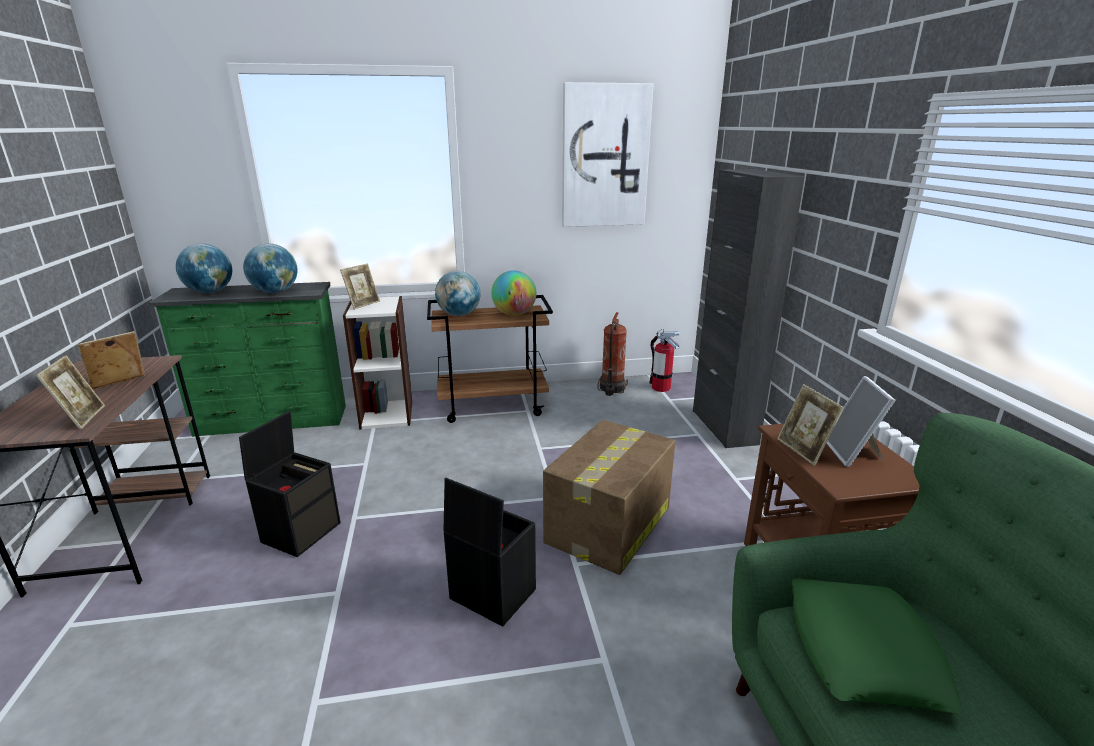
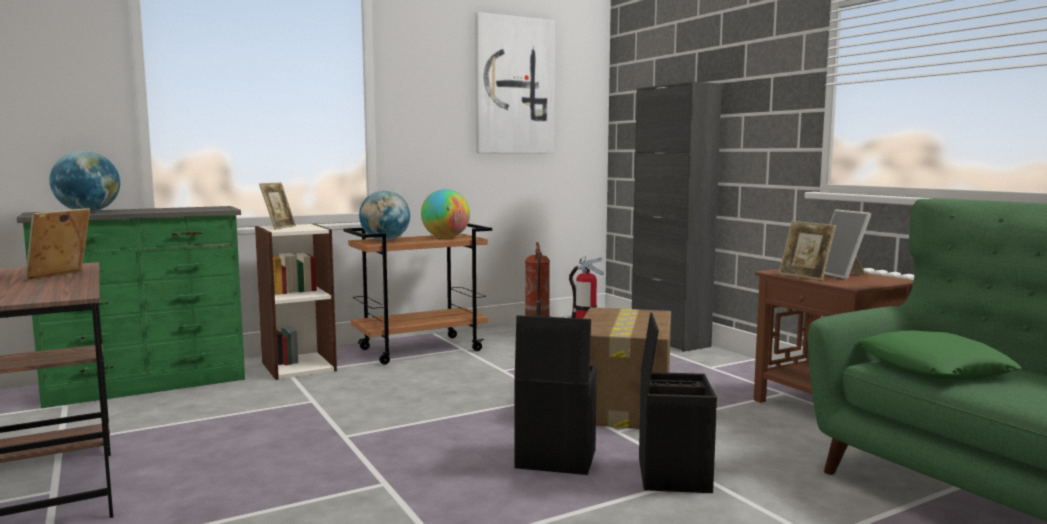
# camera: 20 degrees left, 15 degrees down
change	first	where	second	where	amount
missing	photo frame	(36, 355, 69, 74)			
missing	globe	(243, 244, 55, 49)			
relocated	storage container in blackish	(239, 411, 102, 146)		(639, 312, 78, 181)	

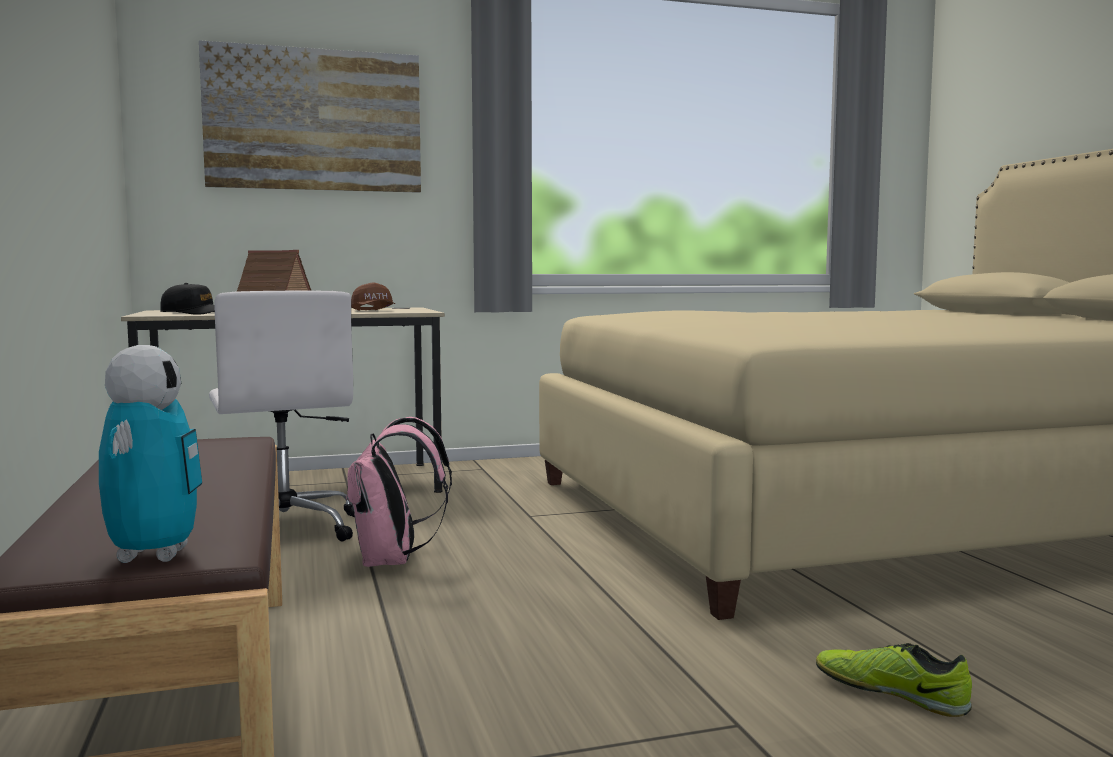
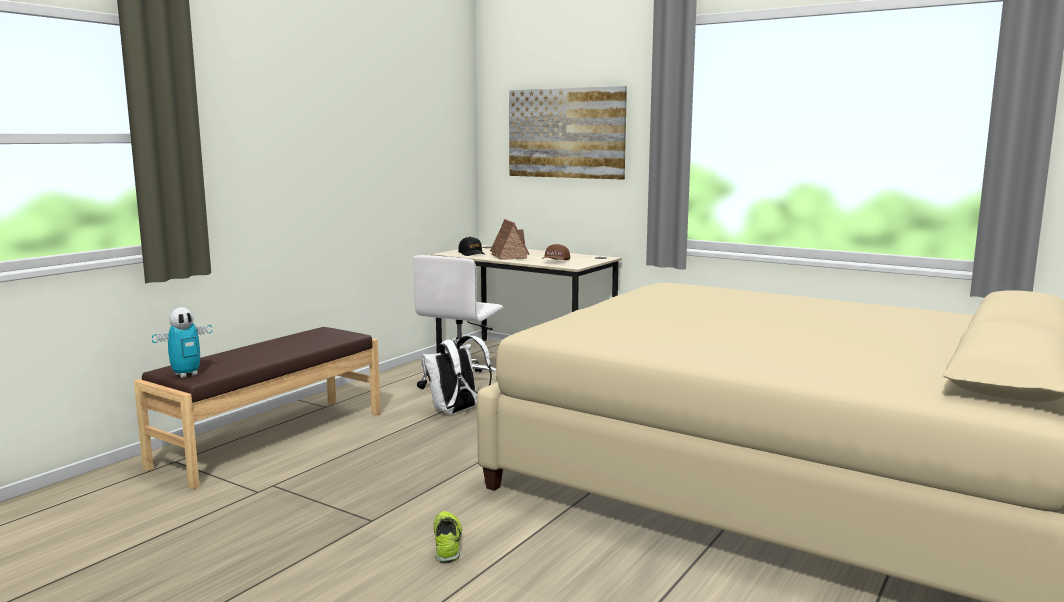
# camera: 50 degrees right, 5 degrees up
change	first	where	second	where	amount
colour	knapsack in pink-coloured	(346, 417, 106, 150)	knapsack in whitish	(421, 336, 71, 78)	

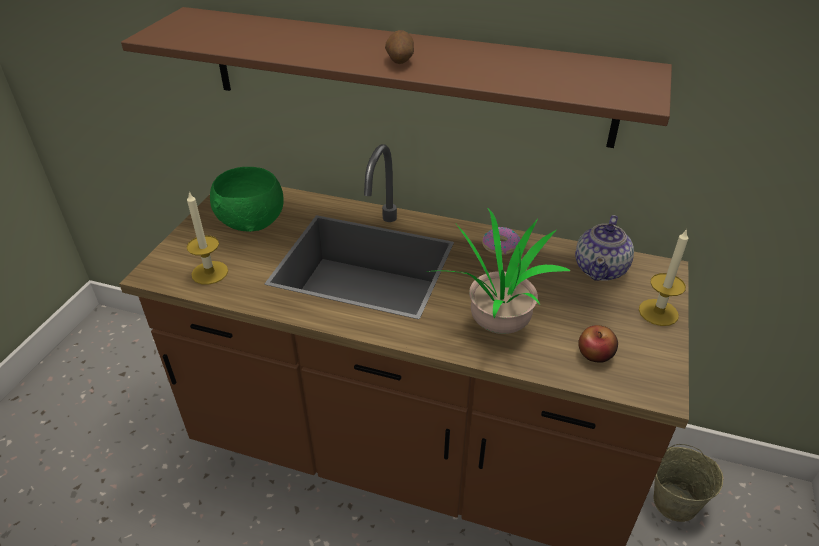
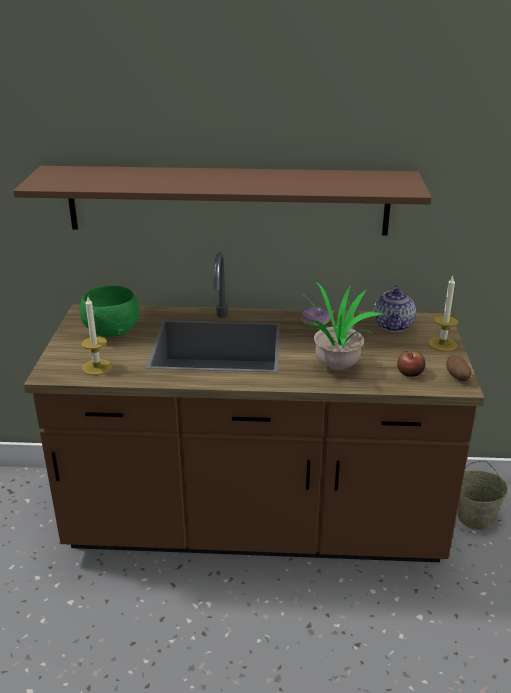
# camera: 15 degrees left, 10 degrees down
change	first	where	second	where	amount
relocated	spud	(385, 30, 29, 34)		(446, 356, 25, 25)	

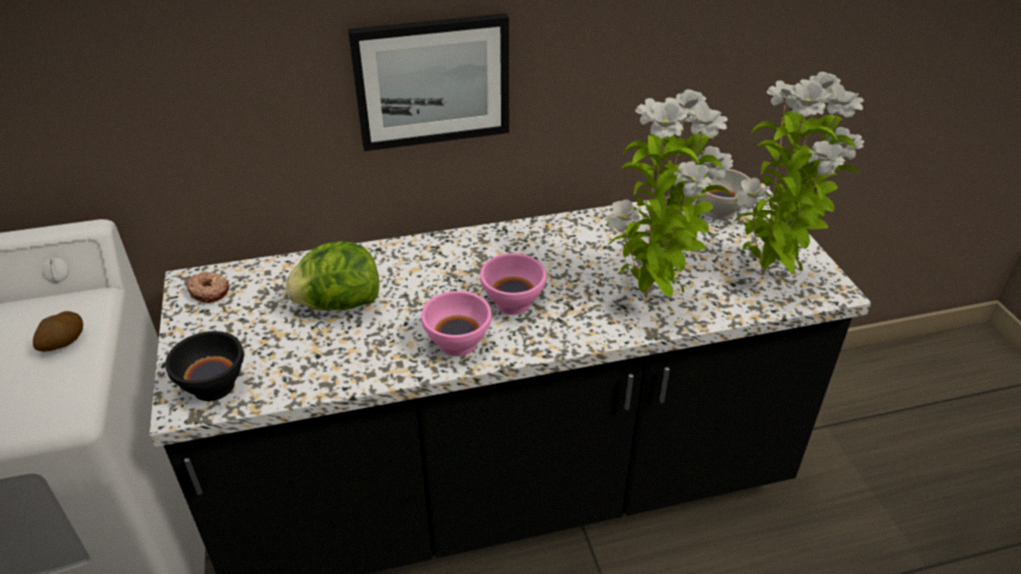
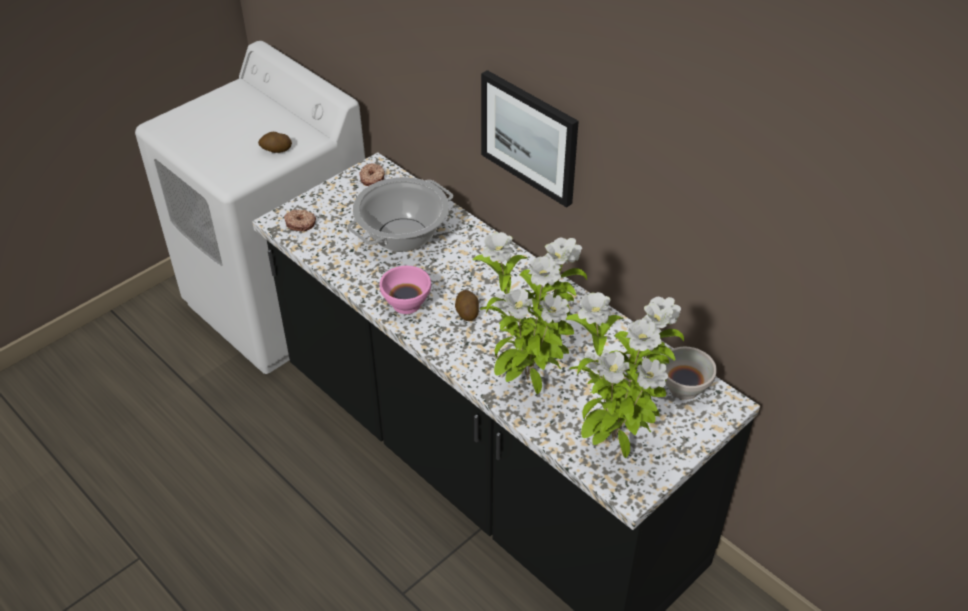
# camera: 60 degrees right, 5 degrees up
change	first	where	second	where	amount
exchanged	bowl in blackish	(165, 331, 79, 70)	ring doughnut	(284, 210, 32, 21)	
exchanged	head of lettuce	(286, 241, 93, 69)	stockpot	(347, 177, 106, 75)	
exchanged	bowl in pink-coloured	(480, 253, 66, 62)	spud	(455, 290, 24, 31)	

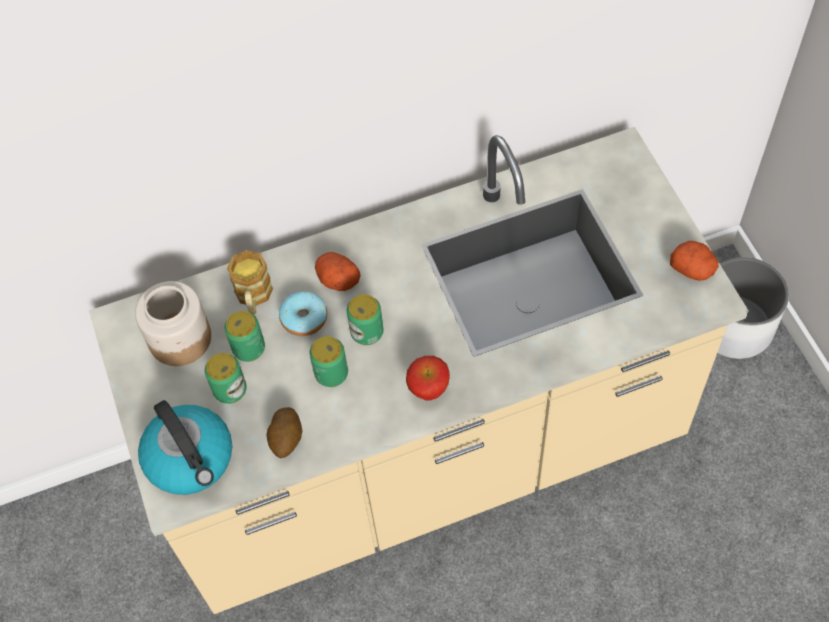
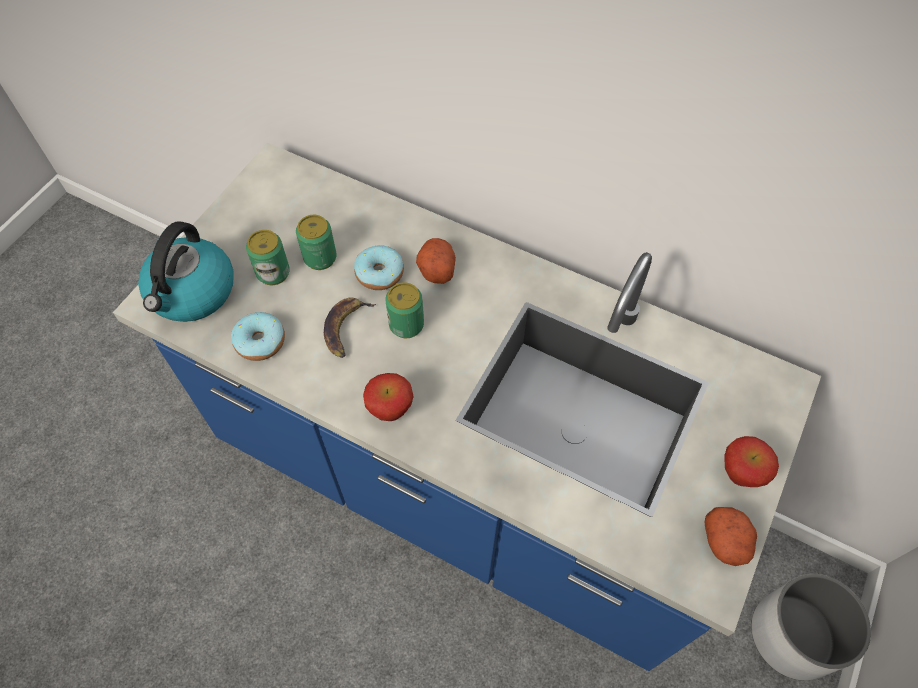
# camera: 45 degrees right, 0 degrees up
change	first	where	second	where	amount
missing	preserve jar	(135, 281, 76, 85)			
missing	mug	(227, 250, 46, 65)			
appeared			apple	(724, 436, 55, 51)	
exchanged	spud	(267, 407, 35, 51)	ring doughnut	(231, 312, 54, 49)	
exchanged	can	(310, 336, 38, 51)	banana fruit	(324, 297, 52, 61)	
colour	kitchen base unit in beige	(89, 127, 660, 487)	kitchen base unit in bluish	(113, 143, 708, 528)	

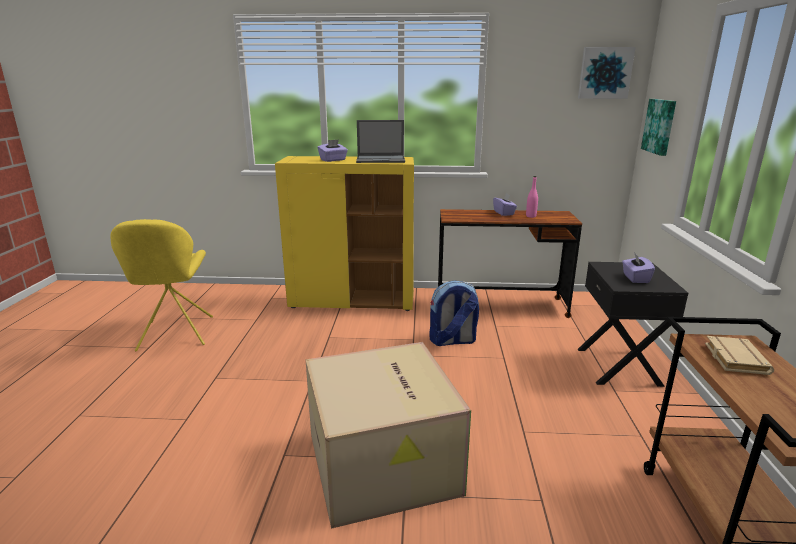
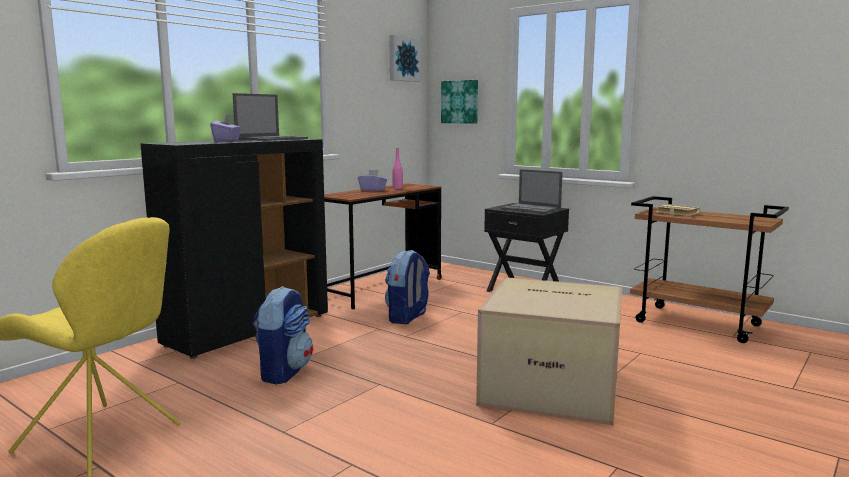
# camera: 55 degrees left, 10 degrees down
change	first	where	second	where	amount
appeared			knapsack	(252, 286, 61, 98)	
exchanged	tissue box in purple-coloured	(622, 252, 33, 31)	laptop	(501, 169, 62, 45)	
colour	cupboard in yellowish	(275, 156, 139, 155)	cupboard in blackish	(141, 139, 187, 220)	

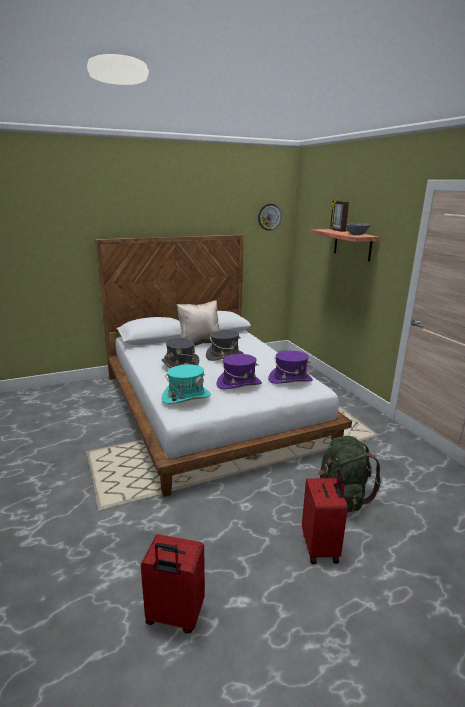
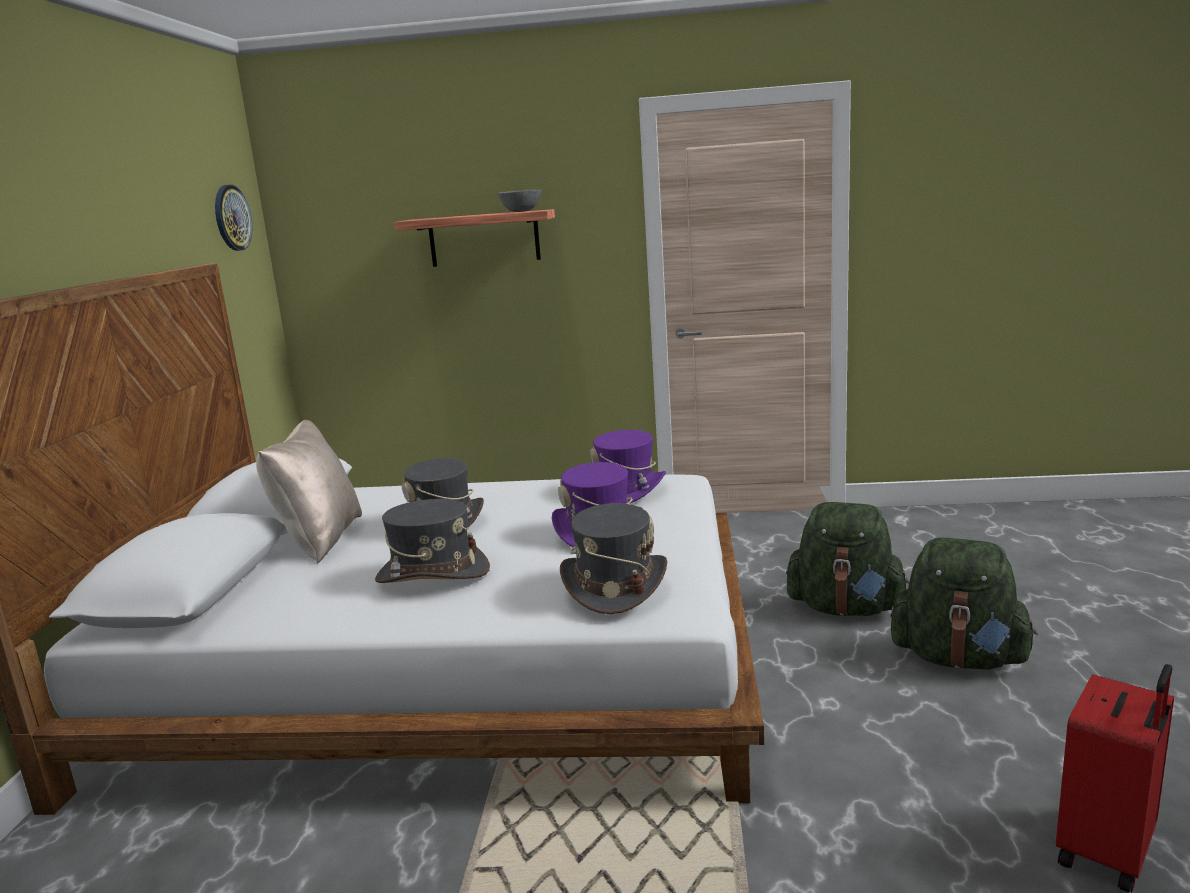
# camera: 60 degrees left, 5 degrees down
change	first	where	second	where	amount
missing	photo frame	(330, 200, 19, 32)			
exchanged	suitcase in red-coloured	(302, 469, 46, 95)	knapsack in green	(890, 538, 148, 132)	
colour	wearable hat in turquoise	(162, 364, 49, 40)	wearable hat in greyish	(560, 503, 107, 111)	

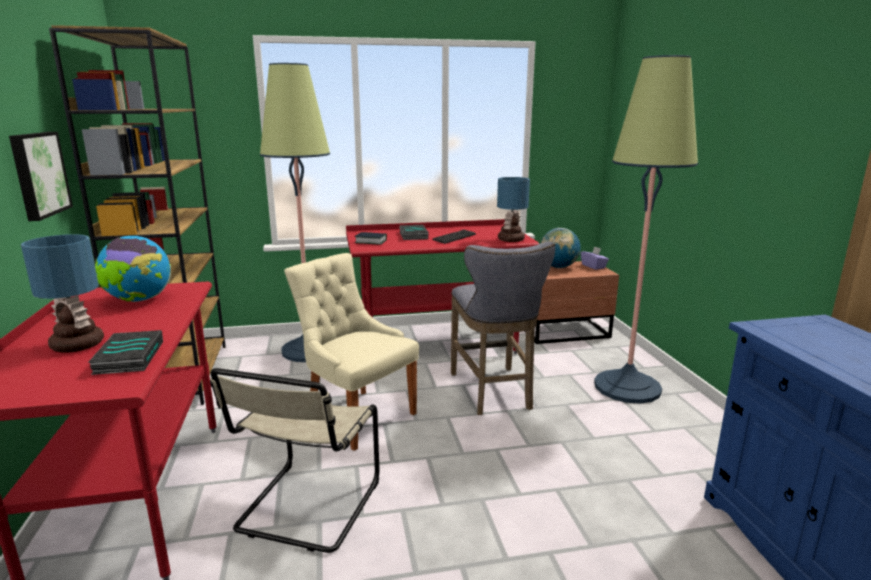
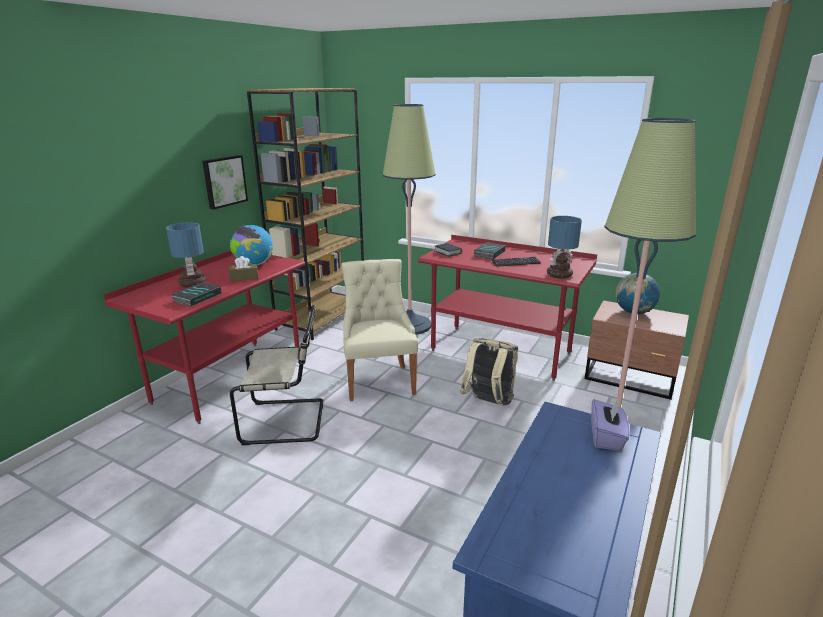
# camera: 40 degrees right, 5 degrees up
change	first	where	second	where	amount
appeared			tissue box in brown-coloured	(229, 256, 29, 25)	
relocated	tissue box in purple-coloured	(581, 246, 28, 24)		(591, 399, 39, 52)	
exchanged	sitting stool in greyish	(451, 241, 104, 174)	knapsack in beige	(460, 338, 58, 68)	
spun	chair in beige	(210, 368, 169, 185)		(230, 305, 93, 140)	150 degrees counterclockwise

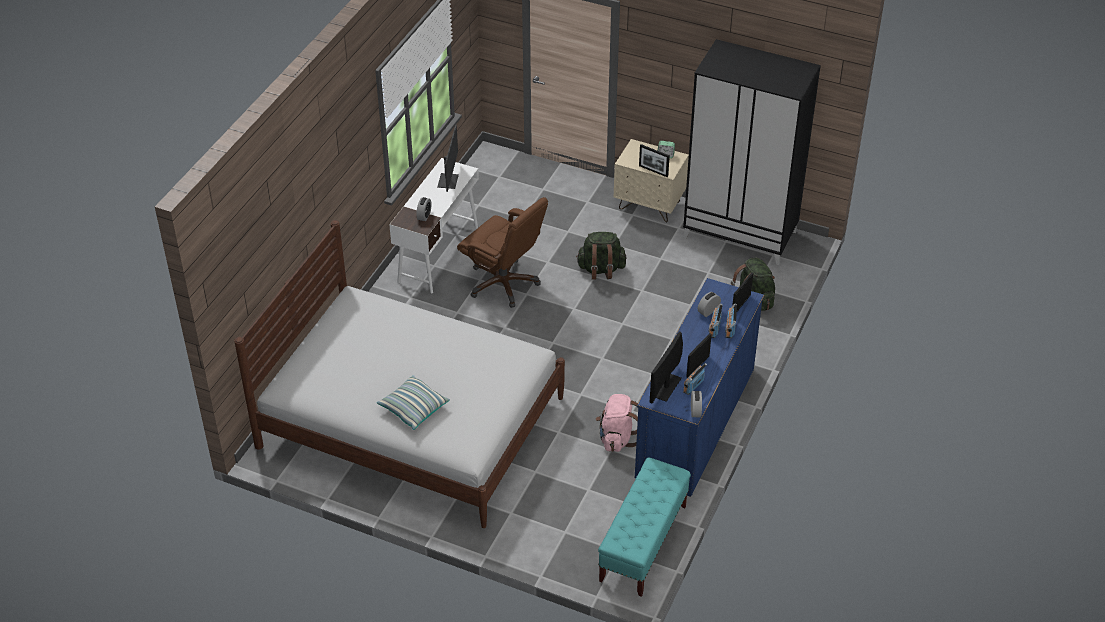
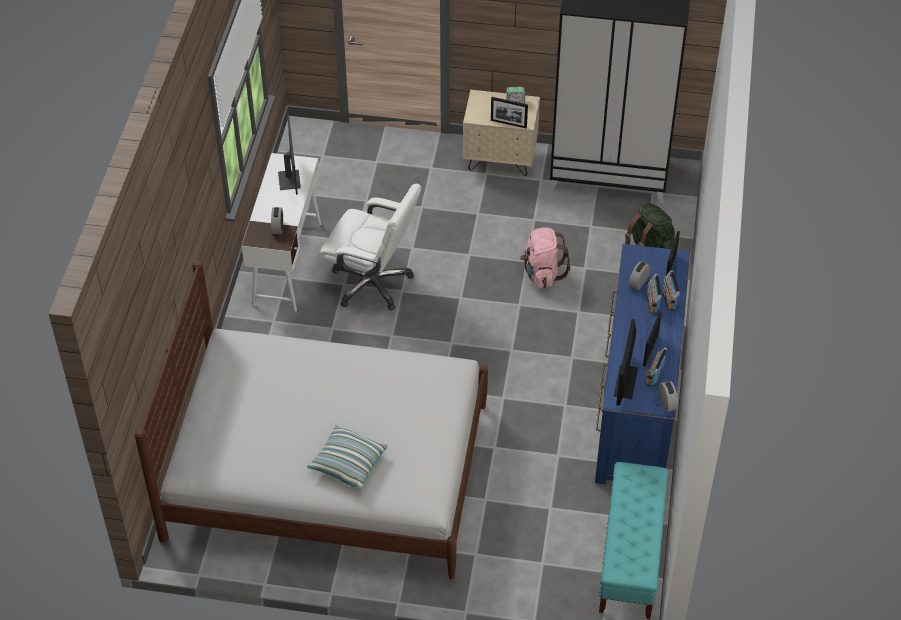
# camera: 15 degrees left, 5 degrees up
change	first	where	second	where	amount
missing	knapsack in green	(576, 232, 51, 47)			
relocated	knapsack in pink-coloured	(596, 394, 42, 58)		(520, 227, 51, 61)	
colour	desk chair in brown-coloured	(457, 197, 91, 111)	desk chair in whitish	(319, 184, 102, 126)	

